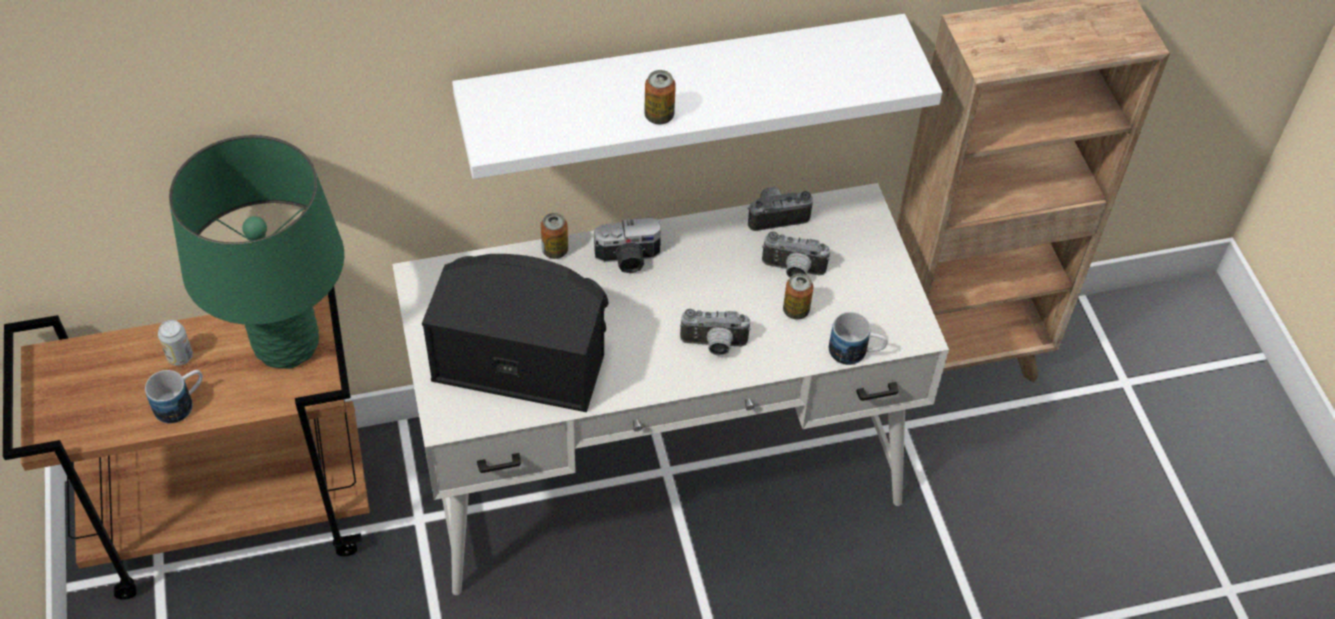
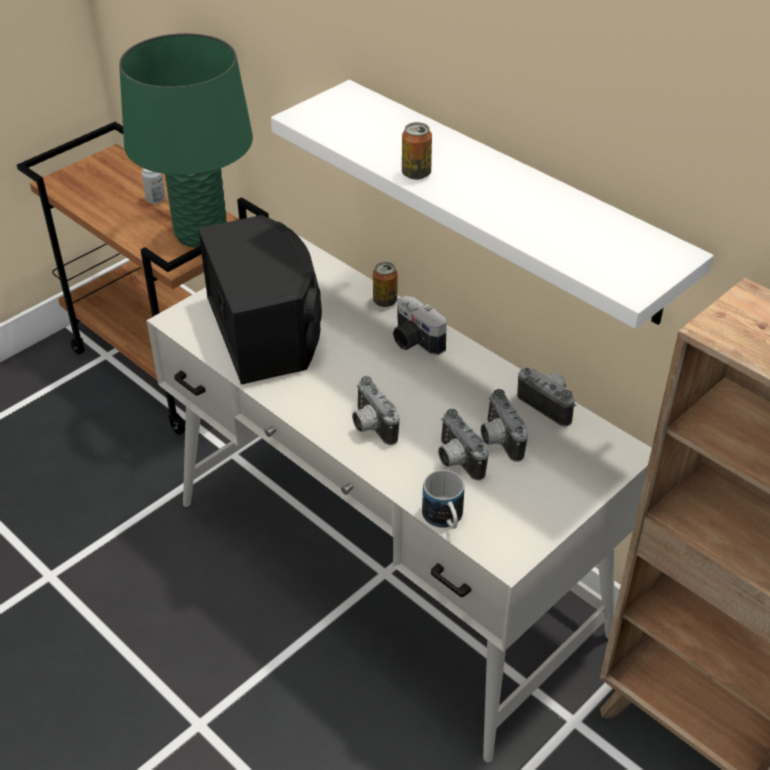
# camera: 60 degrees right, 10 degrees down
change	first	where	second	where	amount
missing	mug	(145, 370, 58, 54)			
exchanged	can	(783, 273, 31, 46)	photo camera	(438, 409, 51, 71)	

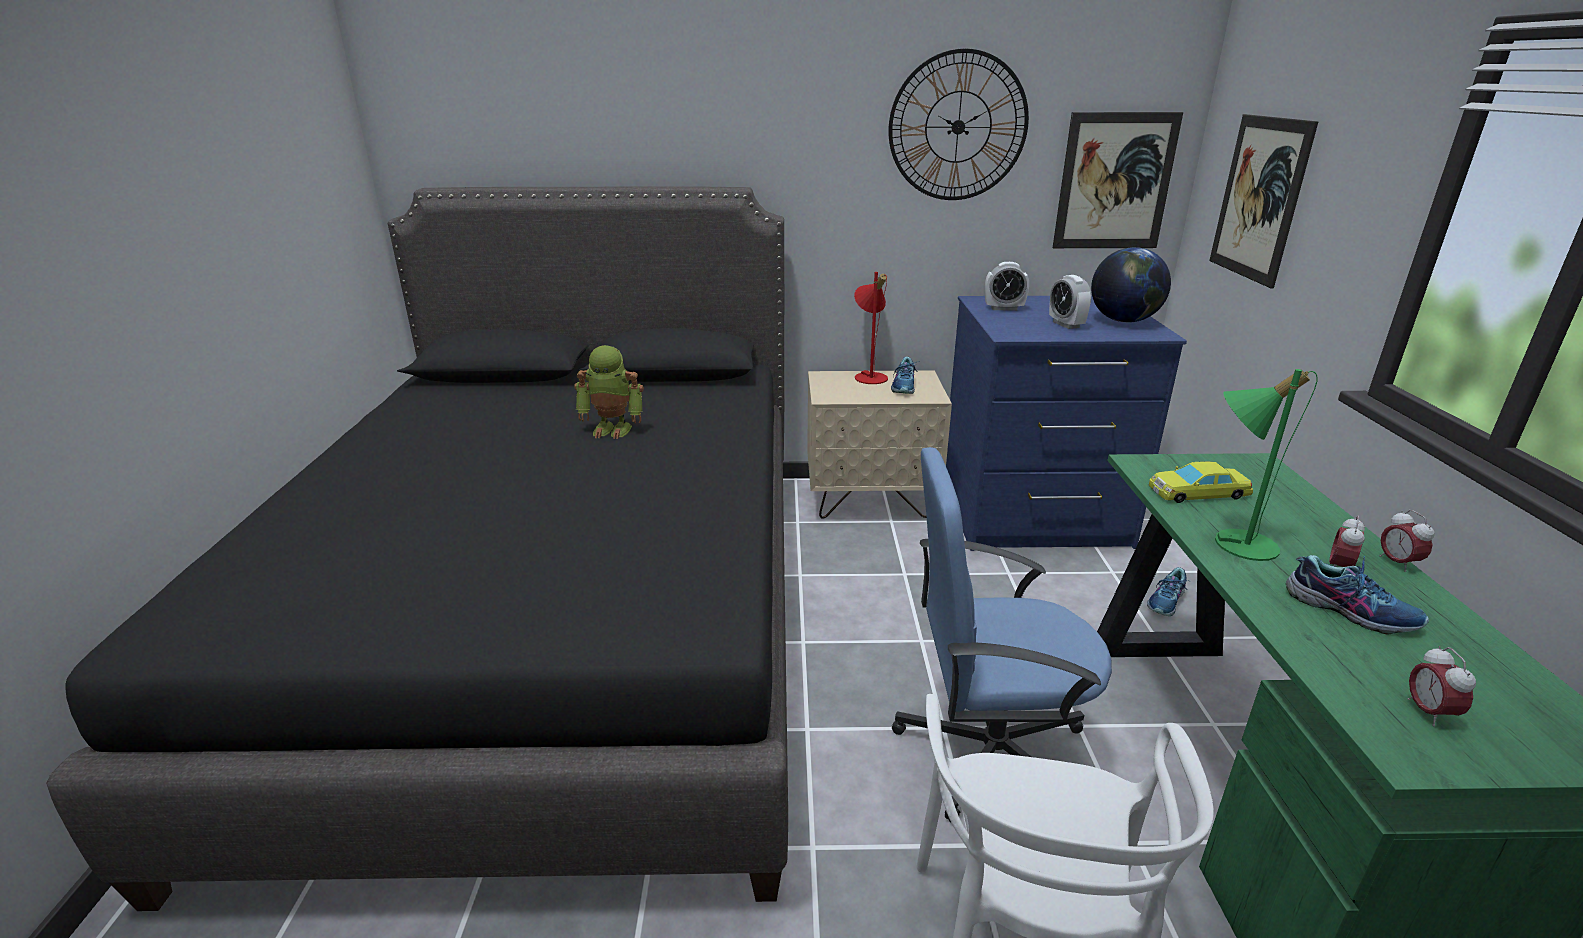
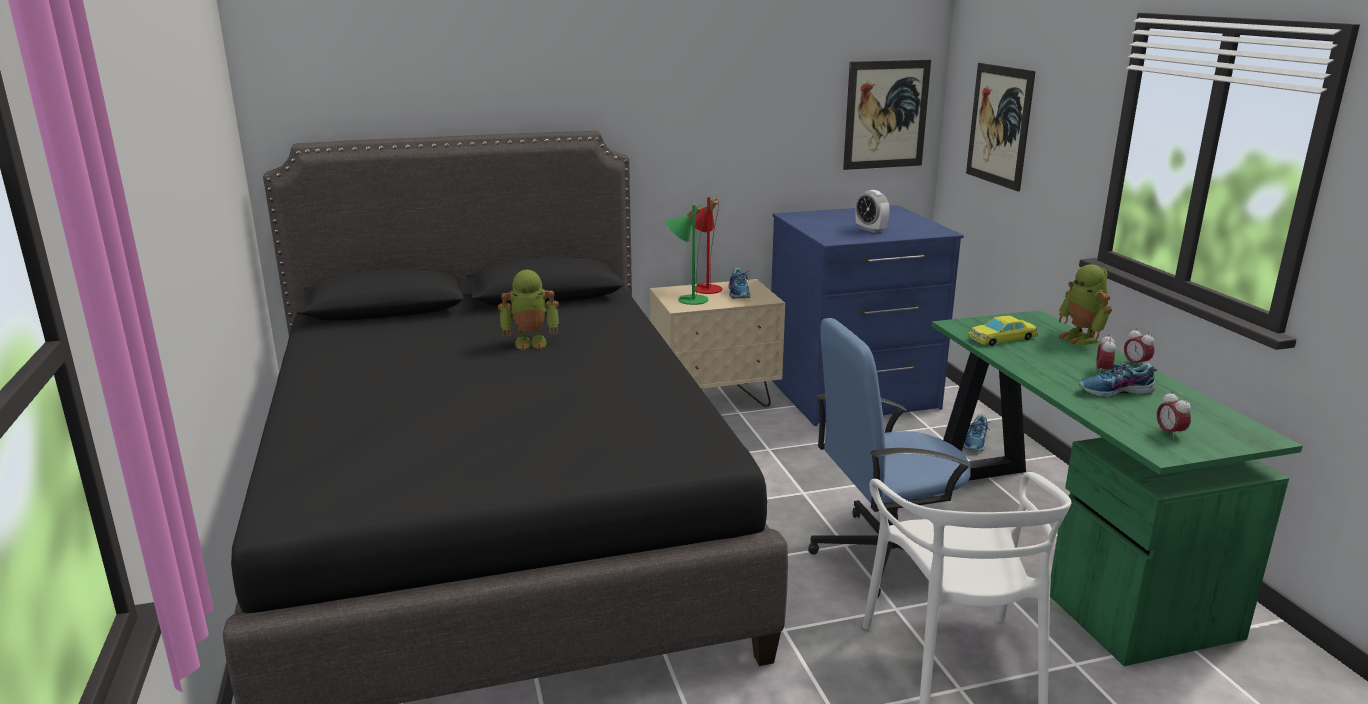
# camera: 15 degrees left, 5 degrees down
change	first	where	second	where	amount
missing	wall clock	(889, 49, 140, 151)			
missing	table clock	(985, 262, 44, 49)			
missing	globe	(1091, 247, 80, 75)			
appeared			model robot	(1058, 264, 54, 81)	
relocated	tabletop lamp in green	(1215, 369, 103, 192)		(666, 205, 42, 100)	
spun	item of footwear	(1286, 555, 143, 80)		(1079, 363, 79, 34)	150 degrees clockwise

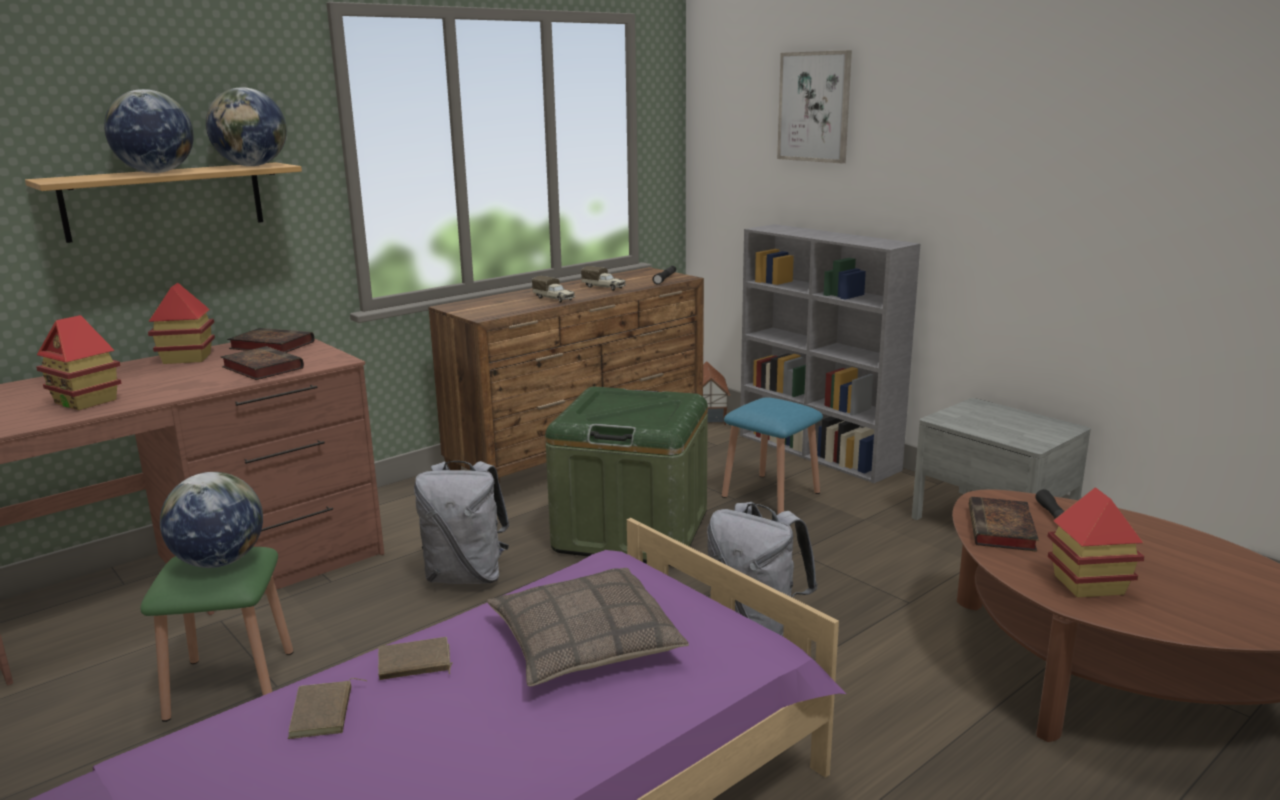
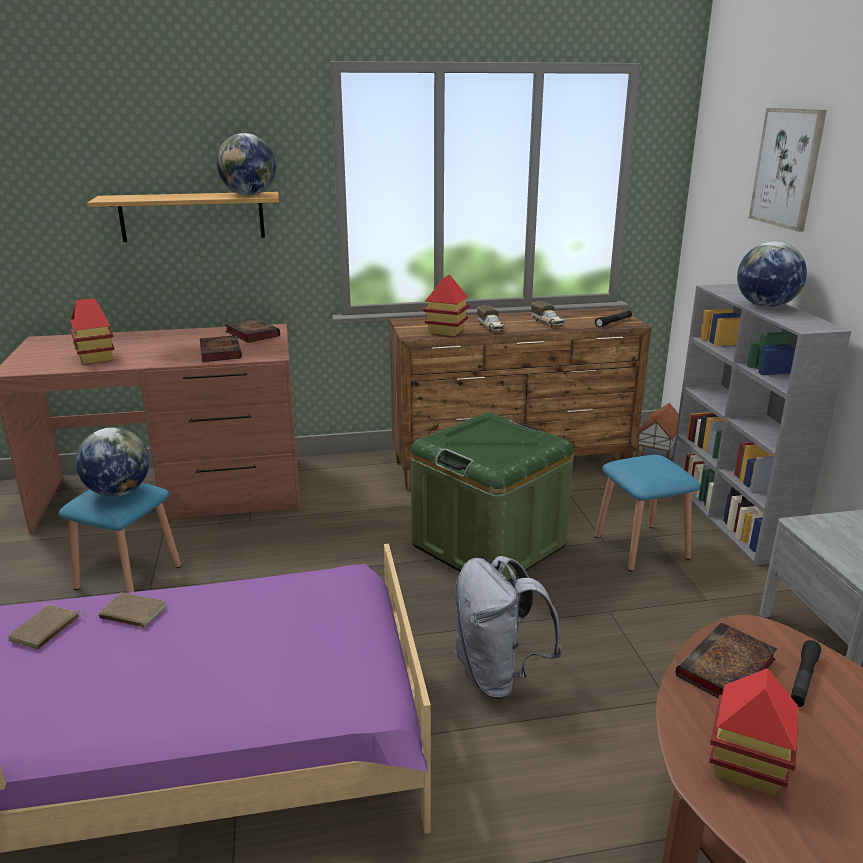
# camera: 30 degrees right, 5 degrees up
change	first	where	second	where	amount
missing	knapsack in greyish	(414, 461, 95, 123)			
missing	throw pillow	(487, 568, 202, 119)			
relocated	globe	(104, 89, 90, 84)		(737, 241, 70, 67)	
relocated	toy house	(148, 283, 67, 81)		(423, 274, 47, 62)	
colour	sitting stool in green	(140, 547, 153, 175)	sitting stool in bluish	(59, 483, 122, 110)	

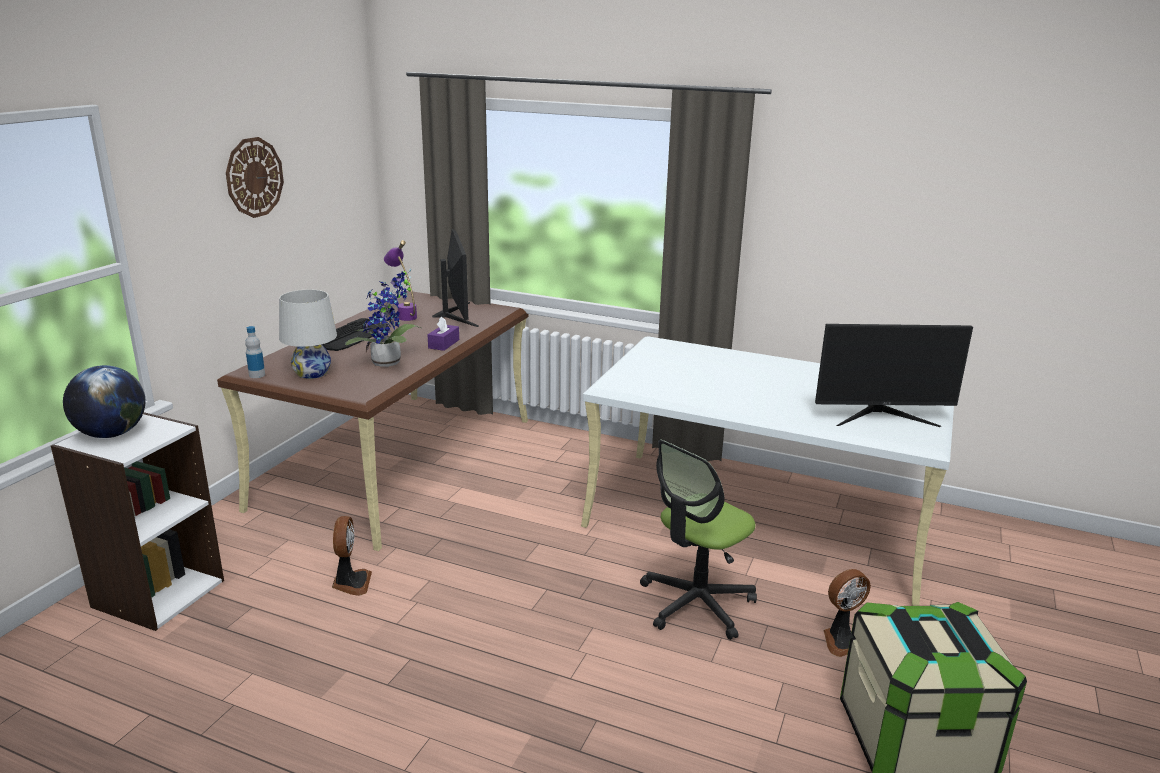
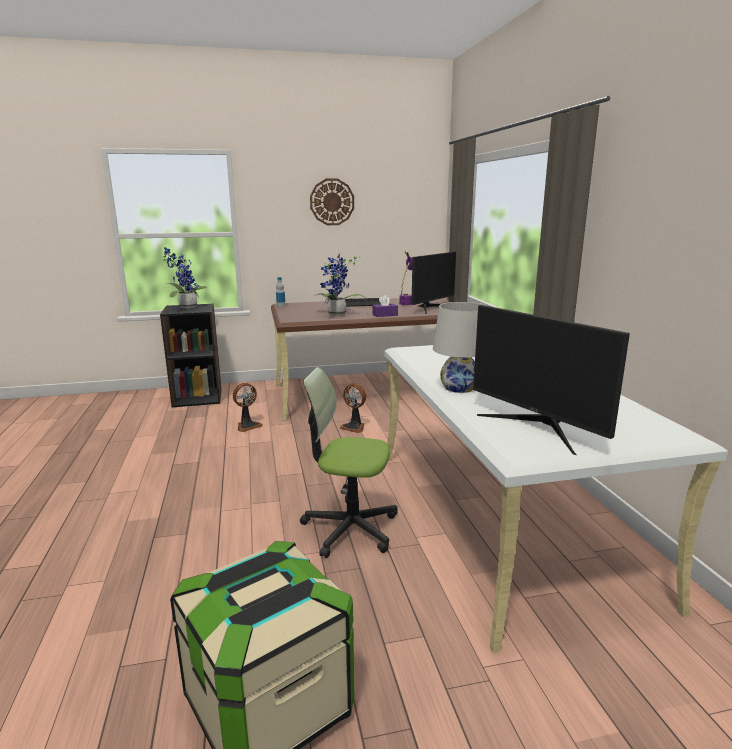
# camera: 55 degrees right, 5 degrees down
change	first	where	second	where	amount
relocated	tabletop lamp in whitish	(279, 290, 58, 89)		(433, 302, 54, 91)	
relocated	fan	(823, 569, 48, 88)		(339, 384, 27, 49)	
exchanged	globe	(63, 365, 82, 73)	houseplant	(163, 247, 44, 61)	
colour	bookshelf in whitish	(51, 412, 173, 219)	bookshelf in blackish	(160, 303, 62, 105)	

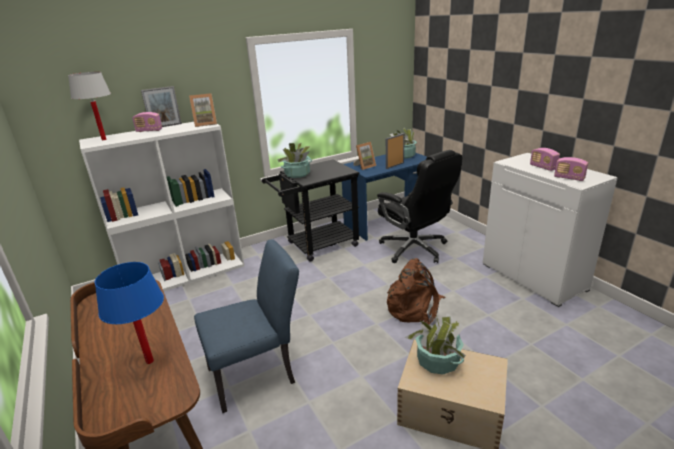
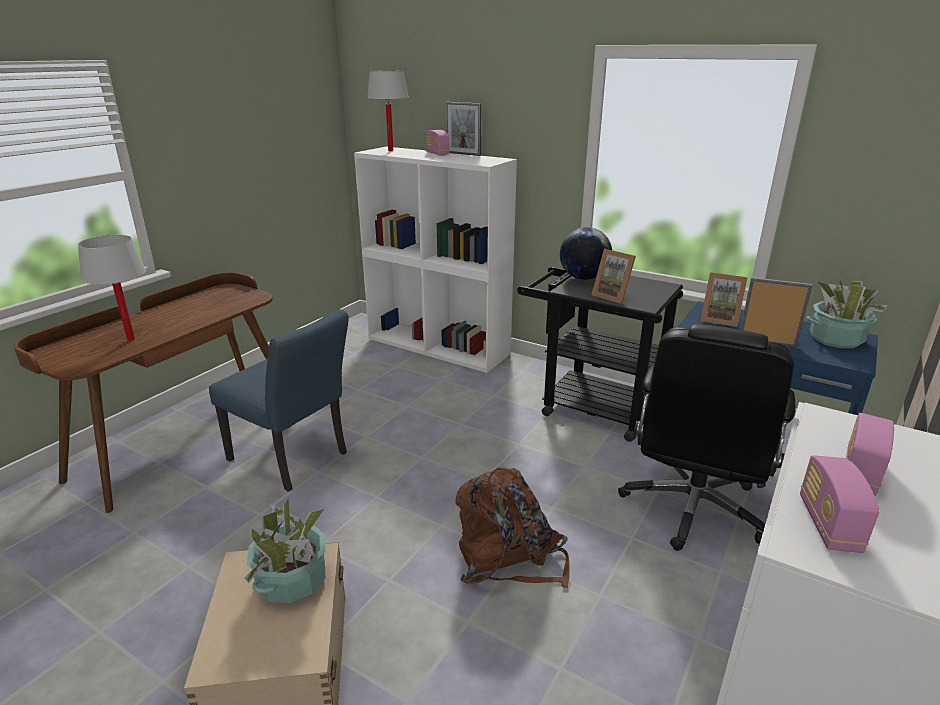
# camera: 60 degrees right, 0 degrees up
change	first	where	second	where	amount
relocated	photo frame	(189, 93, 28, 34)		(591, 249, 45, 55)	
exchanged	houseplant	(277, 143, 35, 35)	globe	(560, 227, 52, 53)	
colour	tabletop lamp in bluish	(95, 262, 69, 102)	tabletop lamp in whitish	(78, 235, 68, 106)	

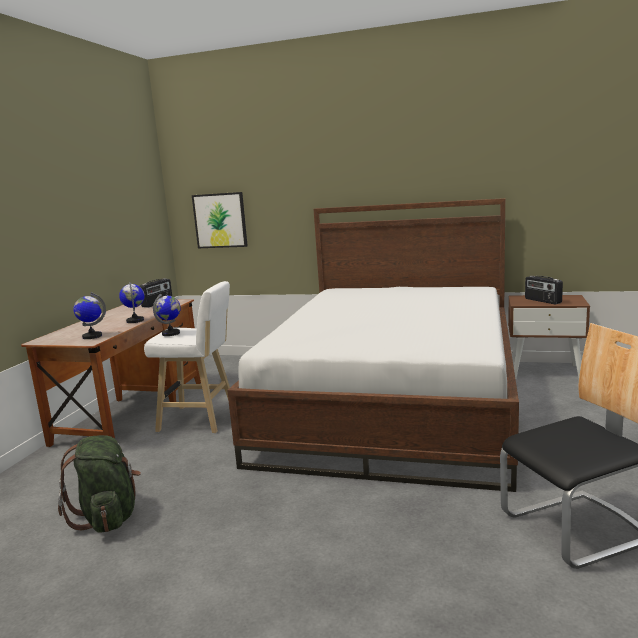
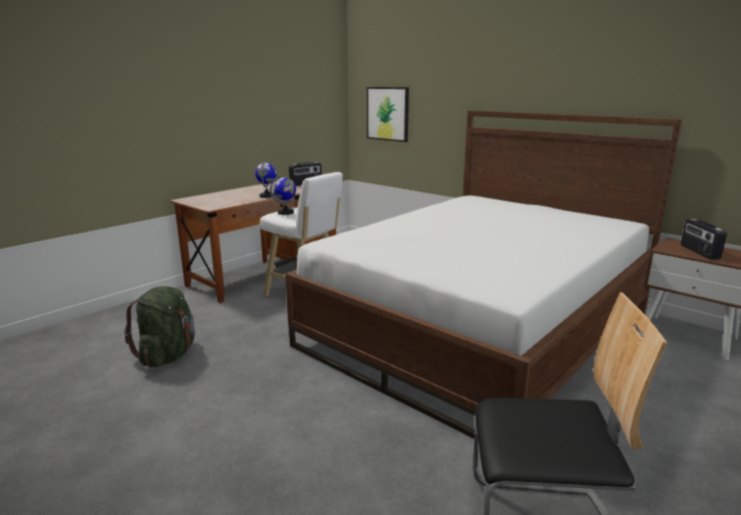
# camera: 25 degrees right, 5 degrees up
change	first	where	second	where	amount
missing	globe	(73, 292, 33, 47)			

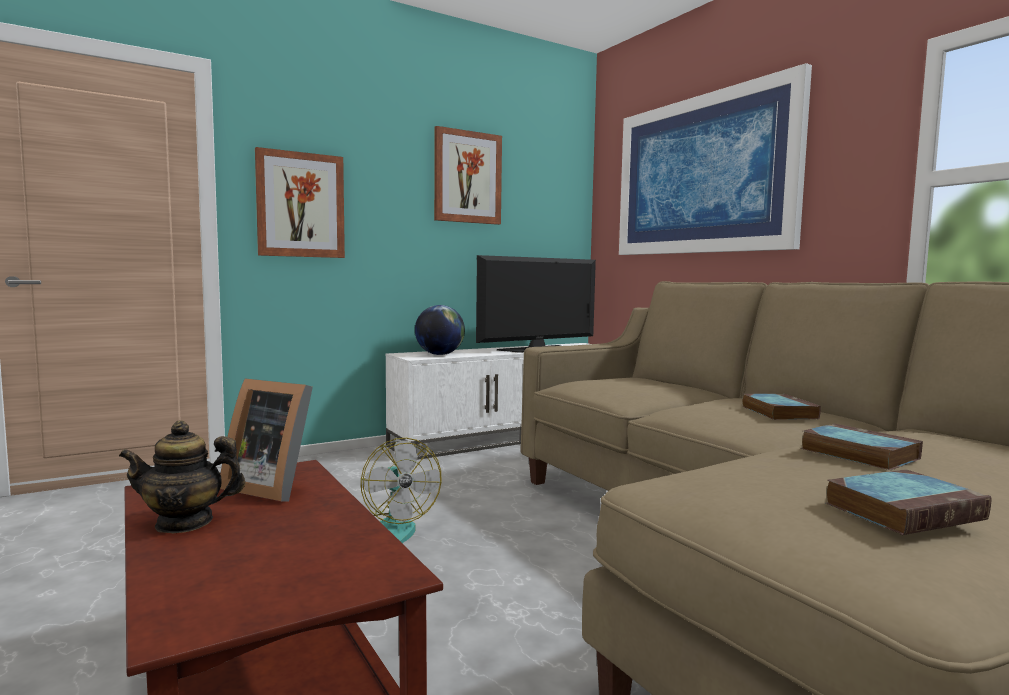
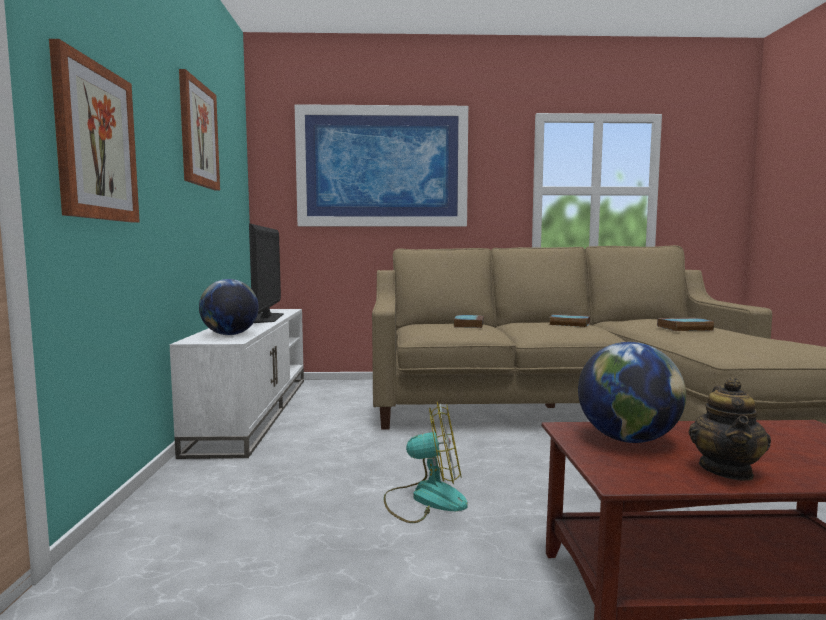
# camera: 60 degrees left, 0 degrees up
change	first	where	second	where	amount
relocated	volume	(826, 469, 165, 66)		(453, 315, 31, 13)	
exchanged	photo frame	(220, 378, 93, 123)	globe	(578, 342, 108, 101)	

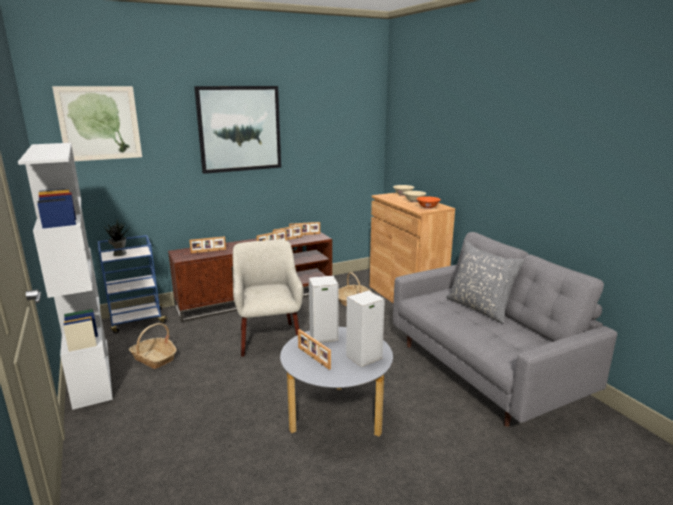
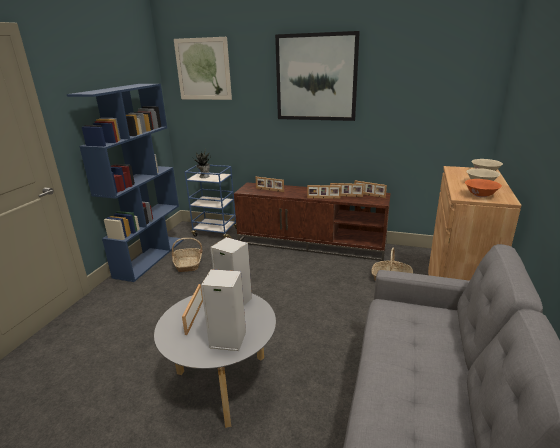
# camera: 45 degrees right, 5 degrees up
change	first	where	second	where	amount
missing	easy chair in beige	(233, 240, 70, 117)			
missing	throw pillow in greyish	(446, 240, 79, 84)			
colour	bookshelf in whitish	(18, 143, 95, 267)	bookshelf in bluish	(67, 84, 117, 198)	

